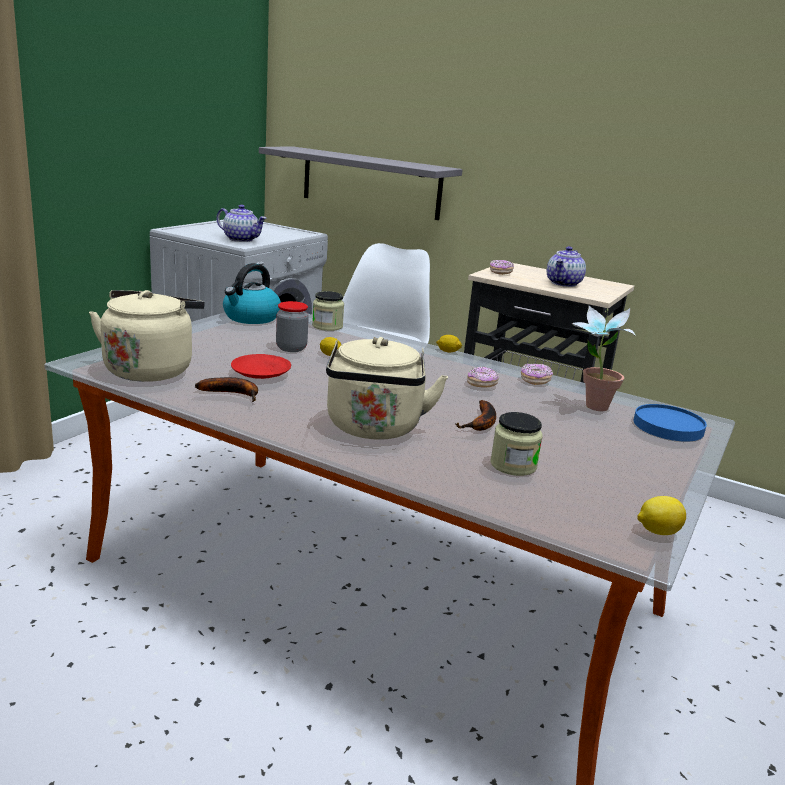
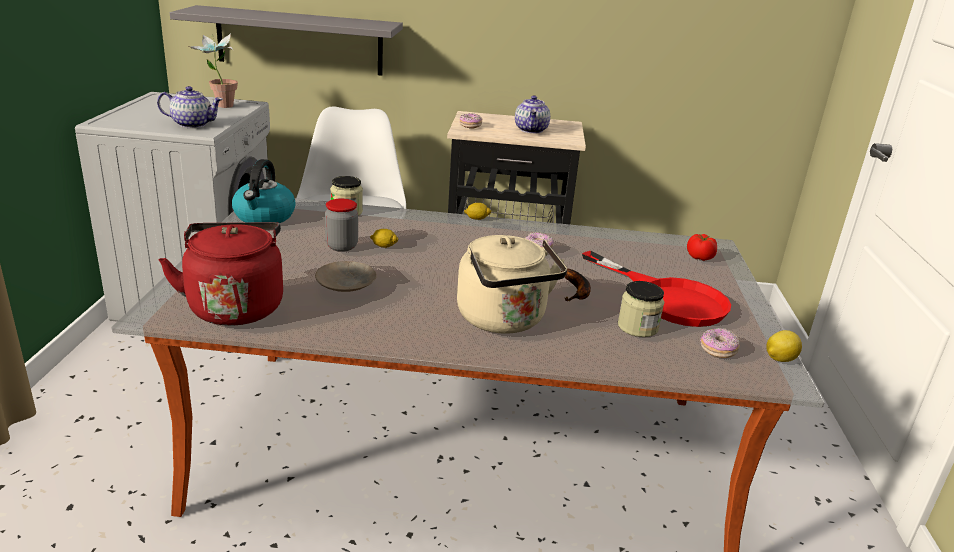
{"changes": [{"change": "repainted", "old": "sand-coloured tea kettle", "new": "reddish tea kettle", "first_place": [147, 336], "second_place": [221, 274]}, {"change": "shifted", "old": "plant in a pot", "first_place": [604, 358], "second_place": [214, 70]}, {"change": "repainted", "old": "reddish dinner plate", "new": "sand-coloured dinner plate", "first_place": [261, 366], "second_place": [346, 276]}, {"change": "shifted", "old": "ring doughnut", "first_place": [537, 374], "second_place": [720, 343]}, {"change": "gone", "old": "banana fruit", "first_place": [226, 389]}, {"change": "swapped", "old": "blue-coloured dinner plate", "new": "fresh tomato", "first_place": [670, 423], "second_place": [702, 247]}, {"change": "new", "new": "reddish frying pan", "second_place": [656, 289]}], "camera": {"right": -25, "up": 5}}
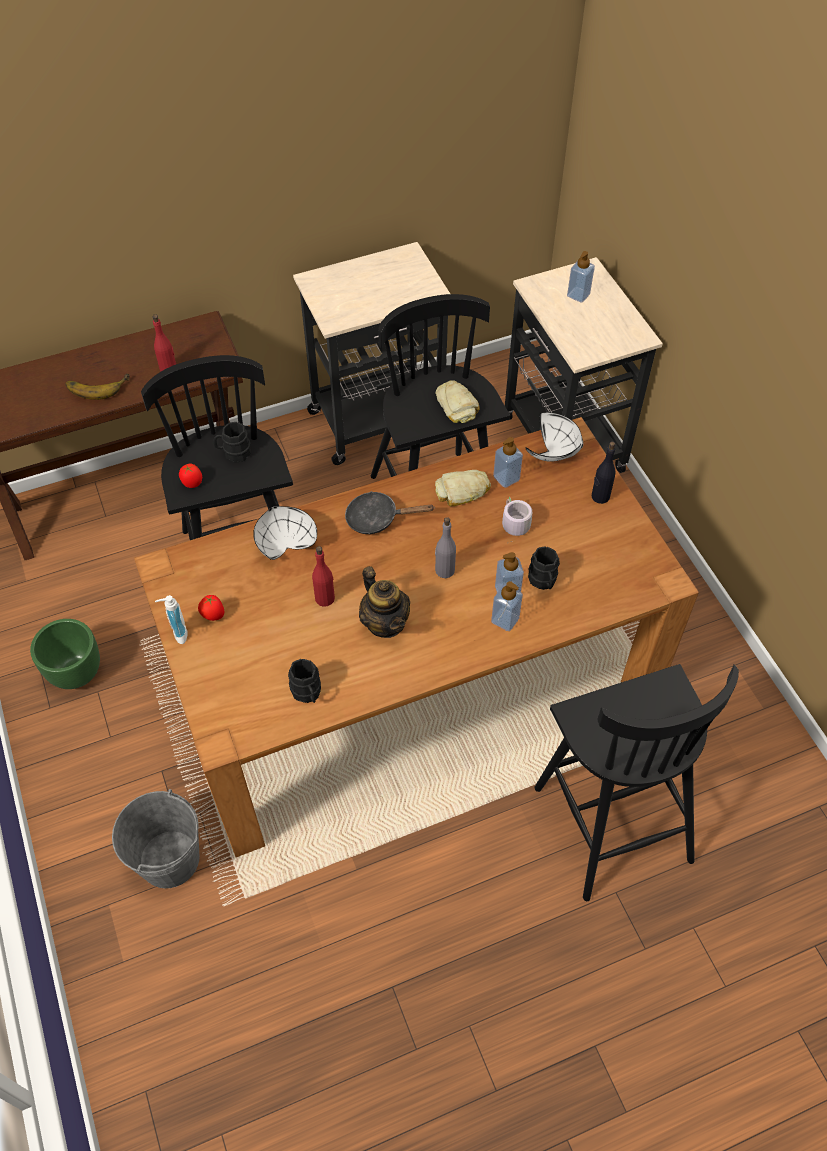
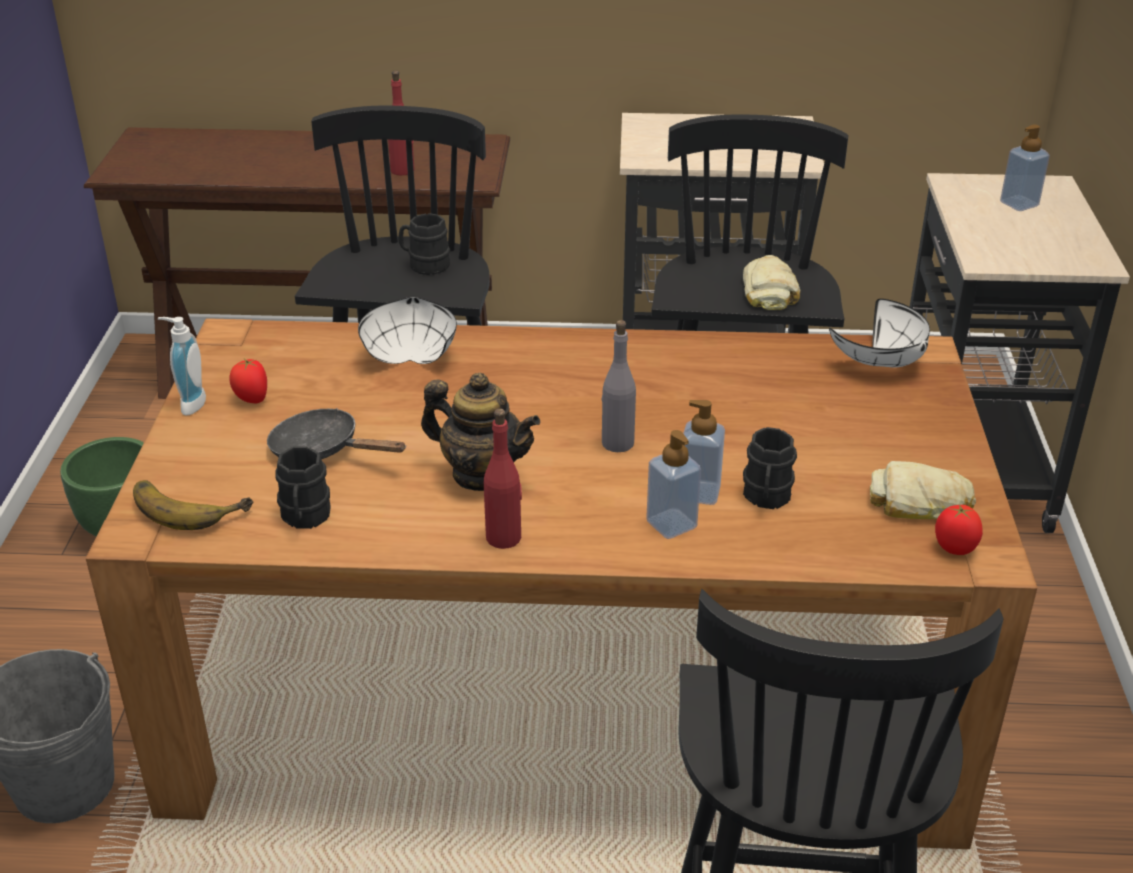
{"changes": [{"change": "shifted", "old": "banana fruit", "first_place": [97, 386], "second_place": [193, 505]}, {"change": "gone", "old": "soap bottle", "first_place": [508, 462]}, {"change": "gone", "old": "black-coloured drink bottle", "first_place": [604, 473]}, {"change": "shifted", "old": "fresh tomato", "first_place": [190, 475], "second_place": [959, 530]}, {"change": "shifted", "old": "bakery bread", "first_place": [463, 488], "second_place": [923, 490]}, {"change": "shifted", "old": "black-coloured frying pan", "first_place": [390, 513], "second_place": [336, 433]}, {"change": "gone", "old": "grey coffee mug", "first_place": [517, 519]}, {"change": "shifted", "old": "reddish drink bottle", "first_place": [323, 576], "second_place": [503, 478]}, {"change": "rotated", "old": "tea pot", "first_place": [384, 602], "second_place": [481, 431], "degrees": -60}], "camera": {"right": 25, "up": -20}}
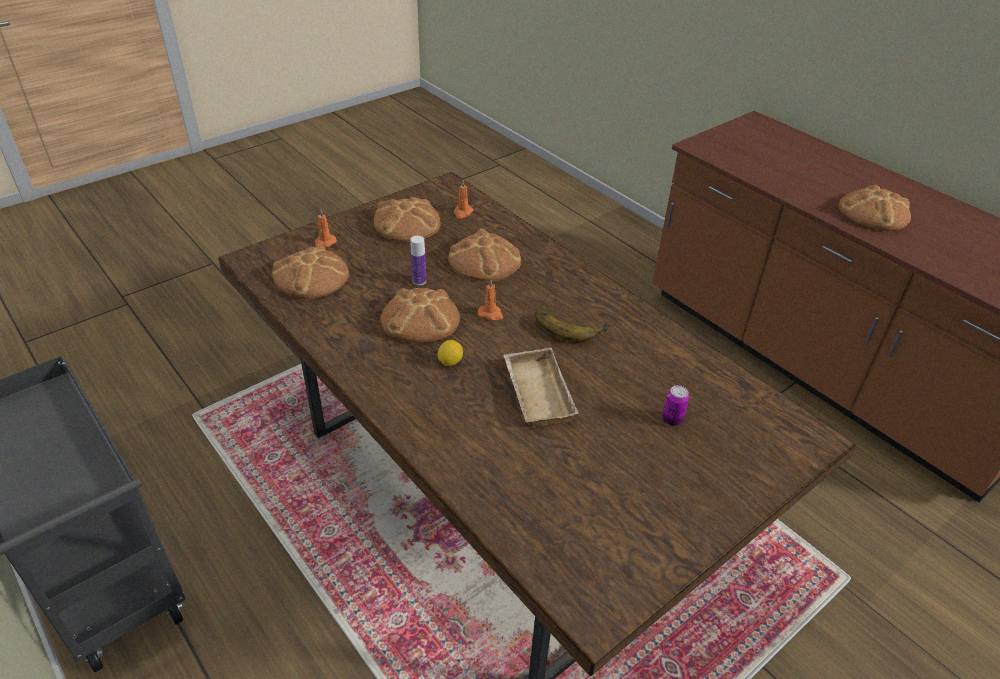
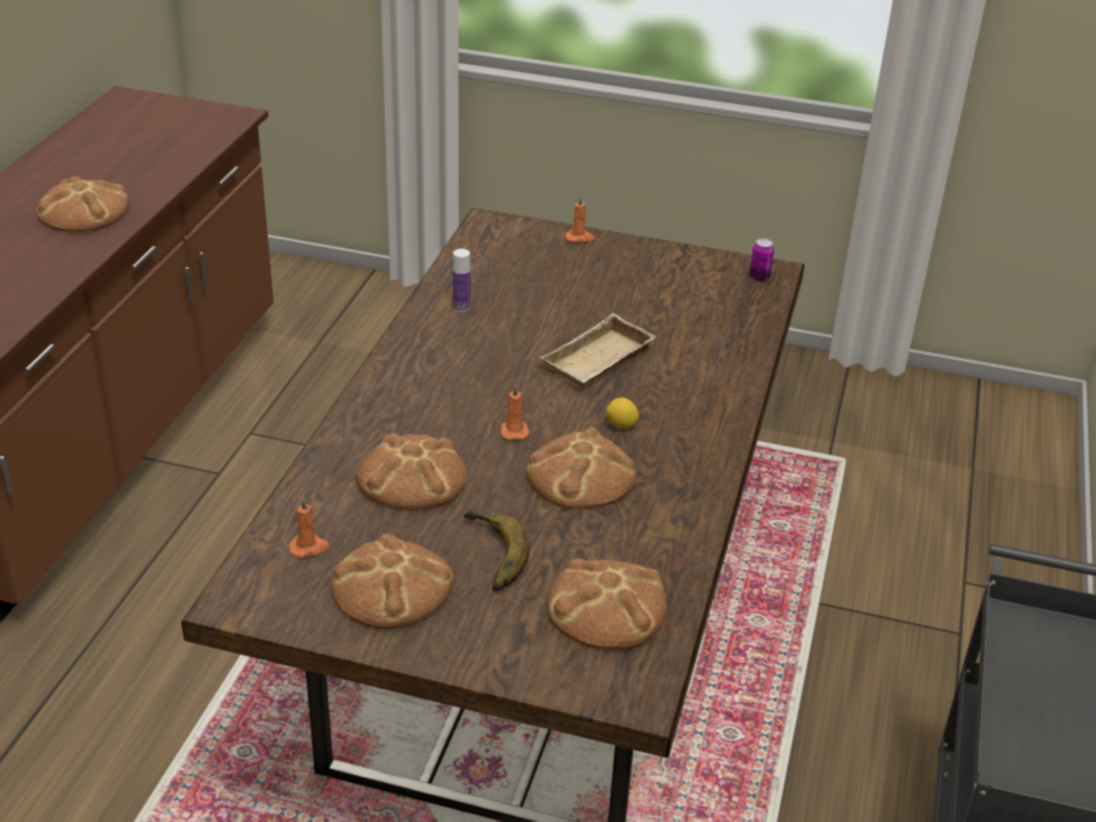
{"changes": [{"change": "shifted", "old": "orange-coloured wax light", "first_place": [326, 229], "second_place": [580, 219]}, {"change": "shifted", "old": "drink bottle", "first_place": [418, 260], "second_place": [461, 280]}, {"change": "shifted", "old": "banana fruit", "first_place": [572, 326], "second_place": [497, 550]}, {"change": "shifted", "old": "sealed can", "first_place": [675, 405], "second_place": [761, 259]}], "camera": {"right": -125, "up": -5}}
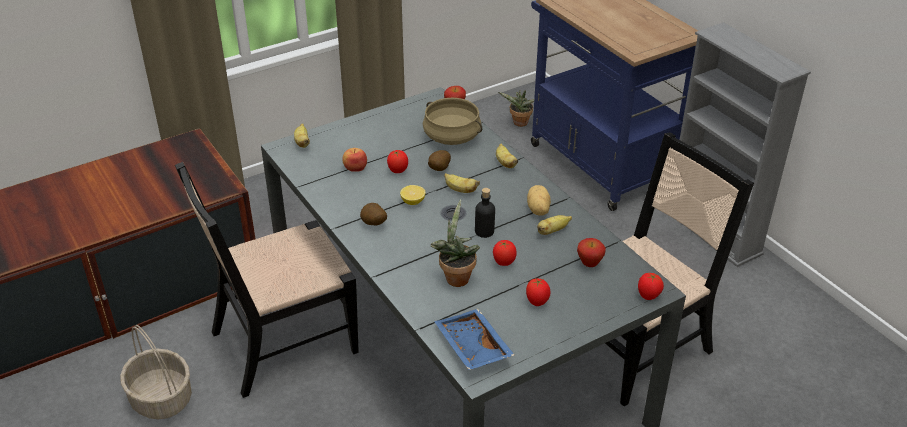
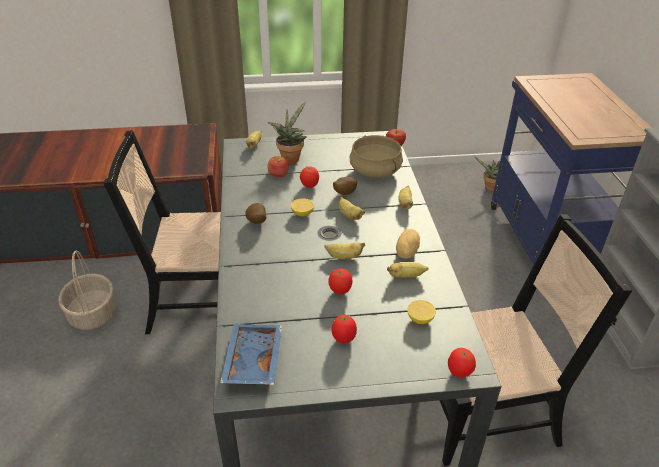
{"changes": [{"change": "swapped", "old": "black-coloured drink bottle", "new": "banana fruit", "first_place": [485, 213], "second_place": [345, 251]}, {"change": "shifted", "old": "plant in a pot", "first_place": [455, 243], "second_place": [287, 132]}, {"change": "swapped", "old": "apple fruit", "new": "whole lemon", "first_place": [591, 252], "second_place": [421, 312]}], "camera": {"right": 25, "up": 0}}
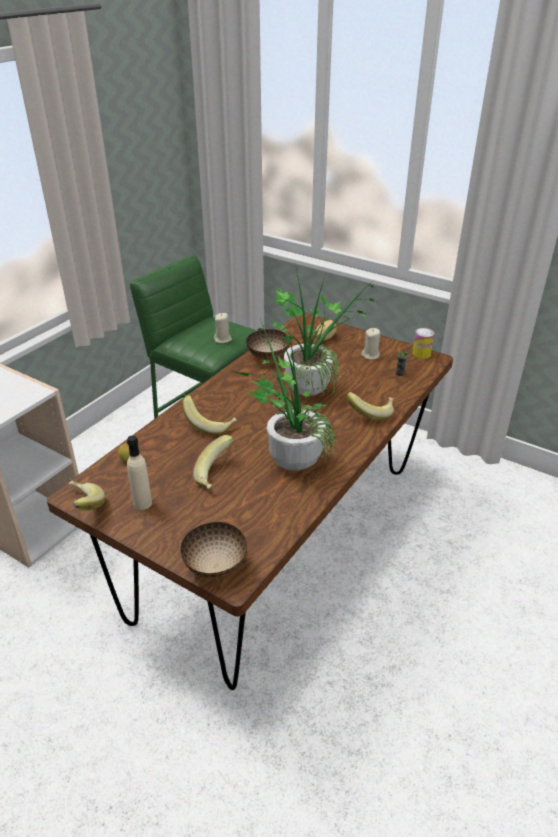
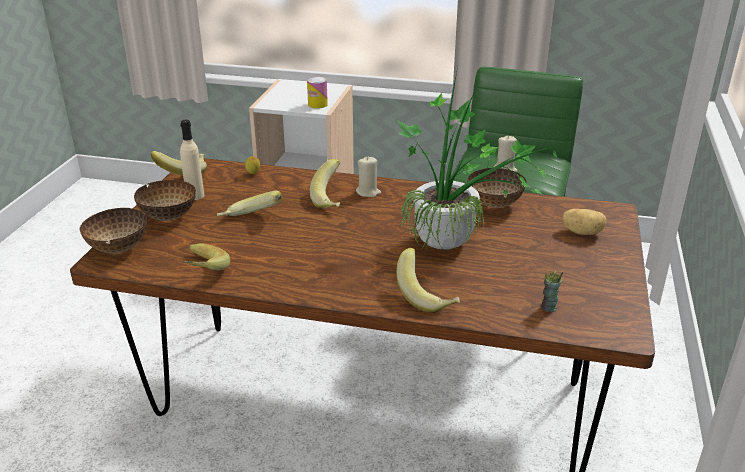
{"changes": [{"change": "gone", "old": "plant in a pot", "first_place": [284, 393]}, {"change": "shifted", "old": "sand-coloured wax light", "first_place": [370, 344], "second_place": [368, 177]}, {"change": "shifted", "old": "sealed can", "first_place": [423, 343], "second_place": [317, 93]}, {"change": "new", "new": "deep dish", "second_place": [165, 200]}, {"change": "new", "new": "banana fruit", "second_place": [206, 256]}], "camera": {"right": 70, "up": -5}}
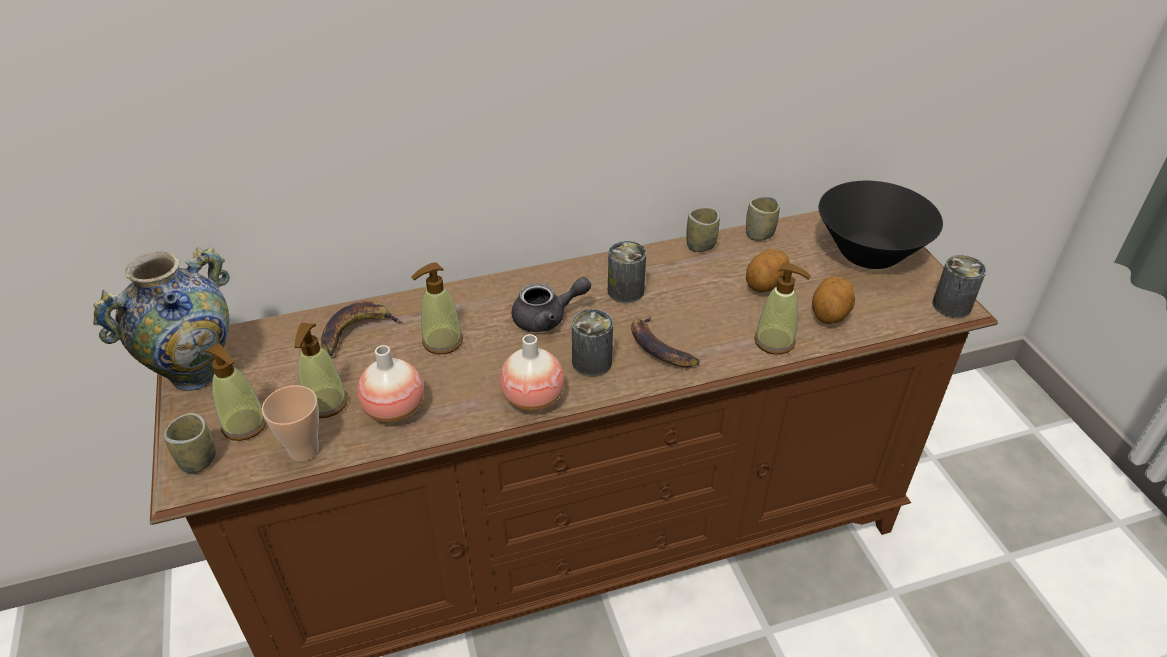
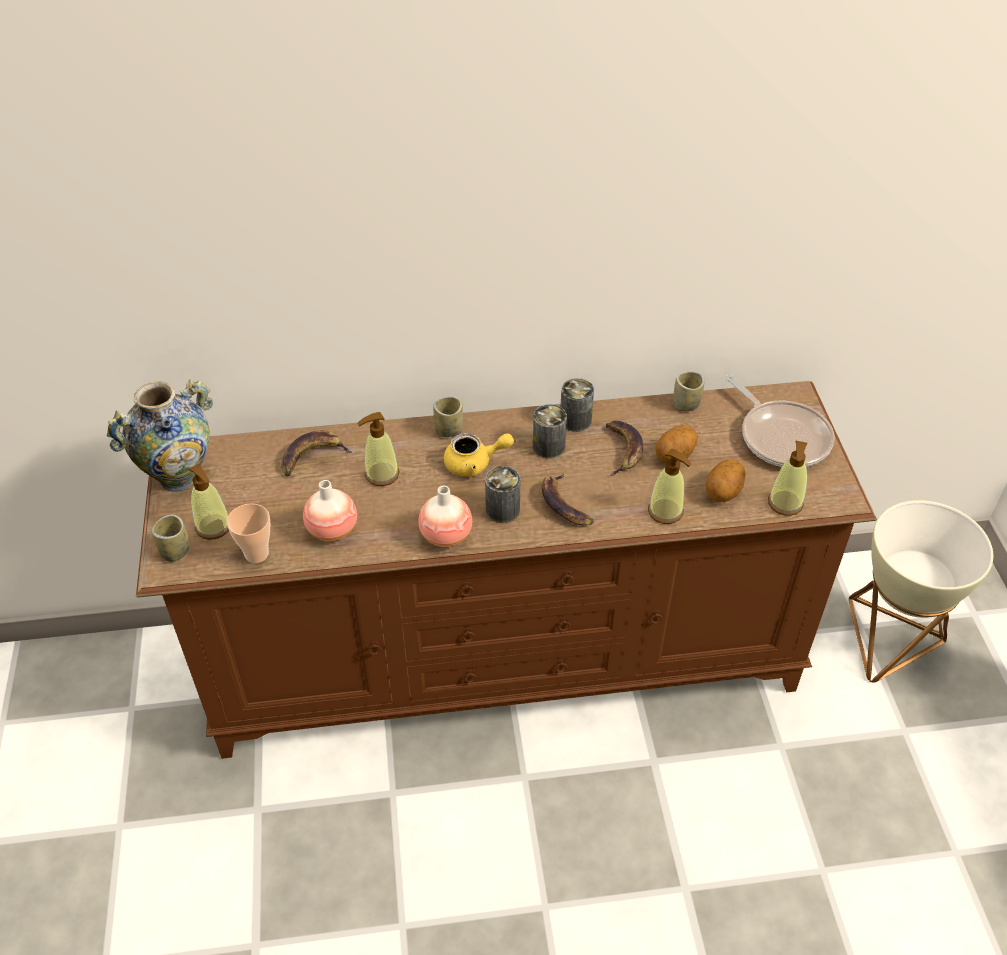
{"changes": [{"change": "swapped", "old": "black-coloured deep dish", "new": "frying pan", "first_place": [881, 225], "second_place": [780, 421]}, {"change": "shifted", "old": "small cup", "first_place": [703, 229], "second_place": [448, 417]}, {"change": "shifted", "old": "sealed can", "first_place": [959, 286], "second_place": [577, 405]}, {"change": "repainted", "old": "grey tea pot", "new": "yellow tea pot", "first_place": [551, 304], "second_place": [479, 455]}, {"change": "shifted", "old": "soap bottle", "first_place": [321, 370], "second_place": [787, 478]}, {"change": "new", "new": "banana fruit", "second_place": [624, 448]}, {"change": "new", "new": "planter", "second_place": [921, 591]}], "camera": {"right": 10, "up": 5}}
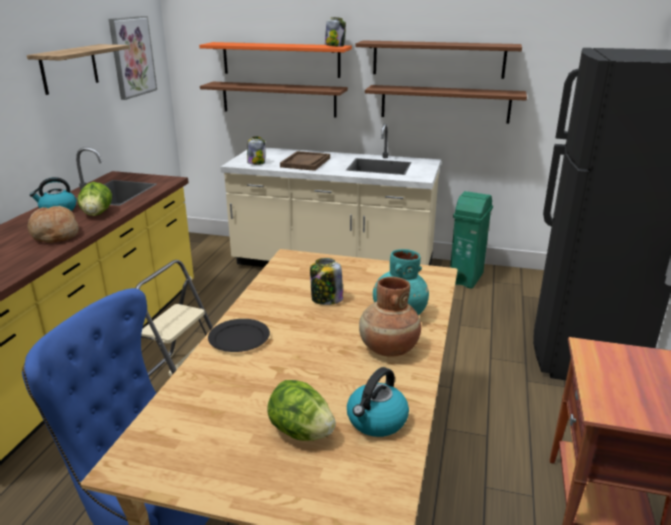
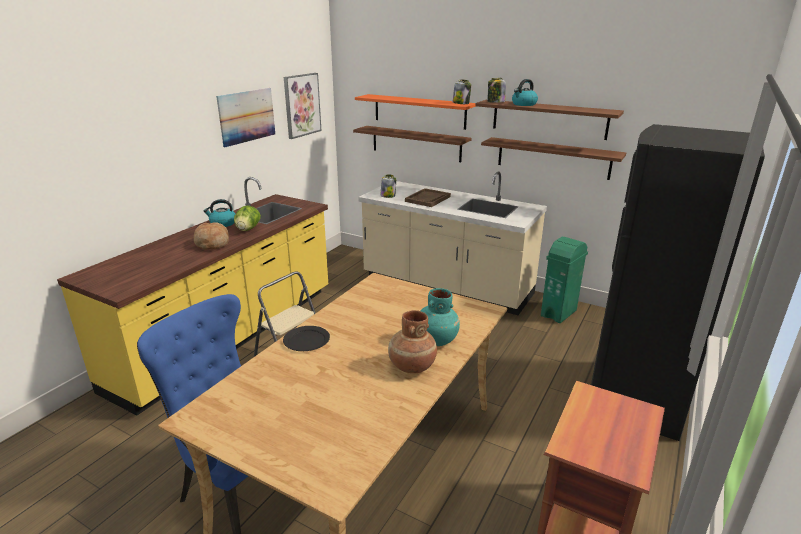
{"changes": [{"change": "swapped", "old": "shelf", "new": "wall art", "first_place": [78, 69], "second_place": [245, 117]}, {"change": "shifted", "old": "jar", "first_place": [326, 281], "second_place": [496, 90]}, {"change": "shifted", "old": "tea kettle", "first_place": [378, 402], "second_place": [525, 92]}, {"change": "gone", "old": "head of lettuce", "first_place": [301, 410]}], "camera": {"right": 15, "up": 0}}
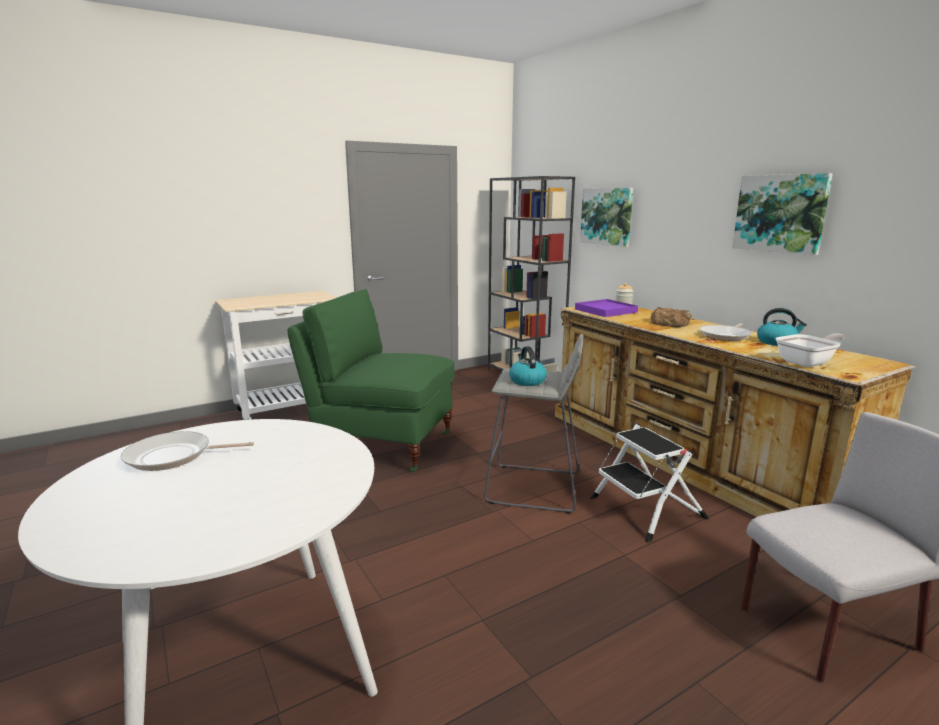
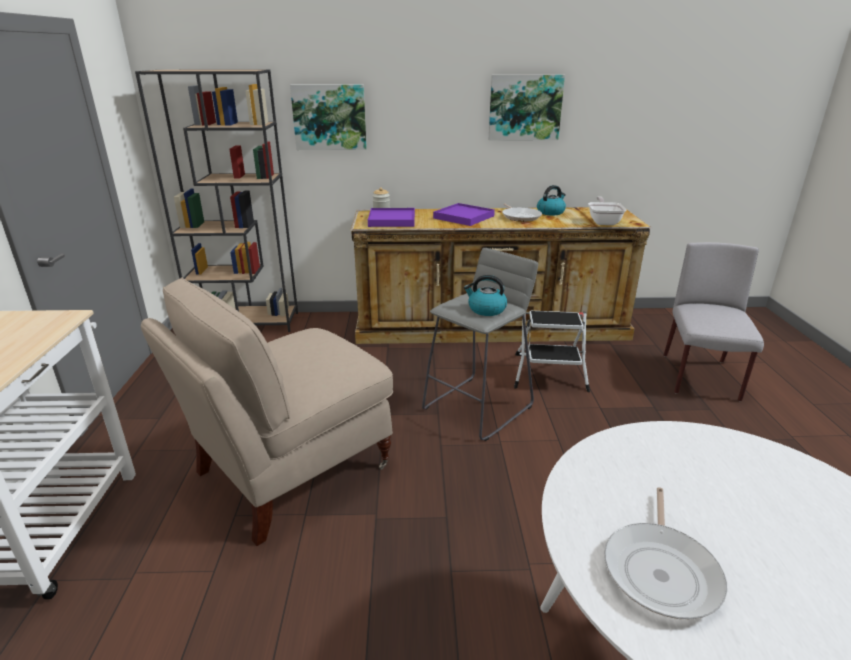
{"changes": [{"change": "repainted", "old": "green plain chair", "new": "sand-coloured plain chair", "first_place": [371, 381], "second_place": [267, 411]}, {"change": "swapped", "old": "bakery bread", "new": "purple-coloured tray", "first_place": [671, 317], "second_place": [464, 214]}], "camera": {"right": -60, "up": 10}}
